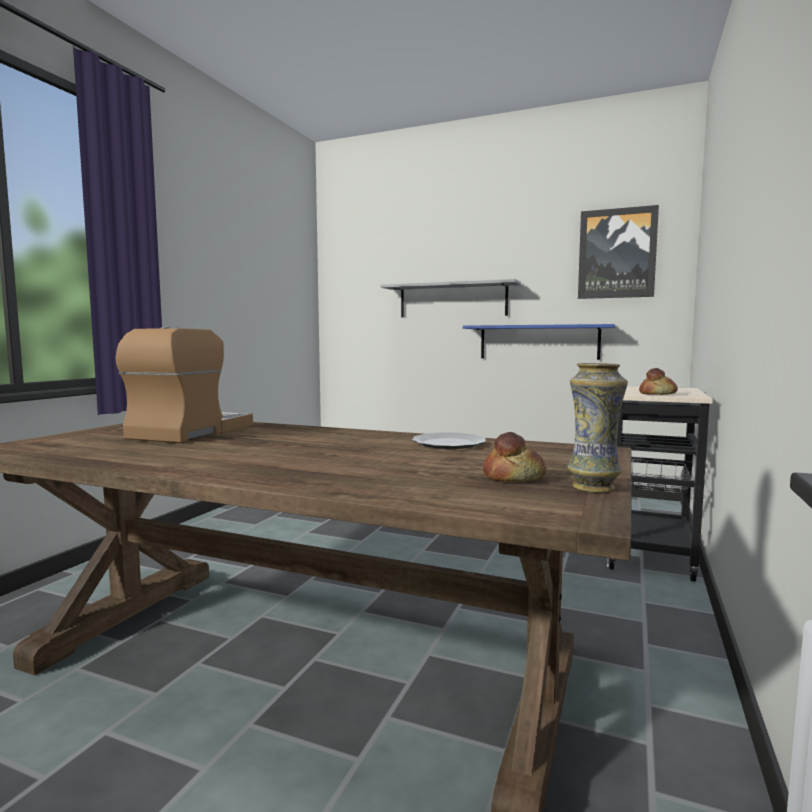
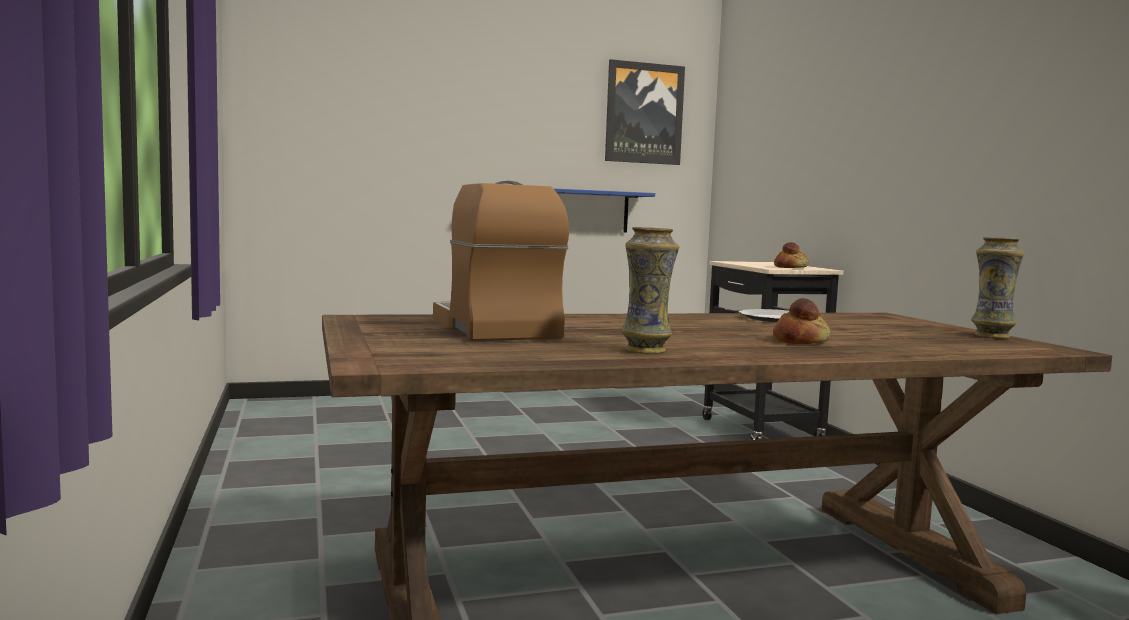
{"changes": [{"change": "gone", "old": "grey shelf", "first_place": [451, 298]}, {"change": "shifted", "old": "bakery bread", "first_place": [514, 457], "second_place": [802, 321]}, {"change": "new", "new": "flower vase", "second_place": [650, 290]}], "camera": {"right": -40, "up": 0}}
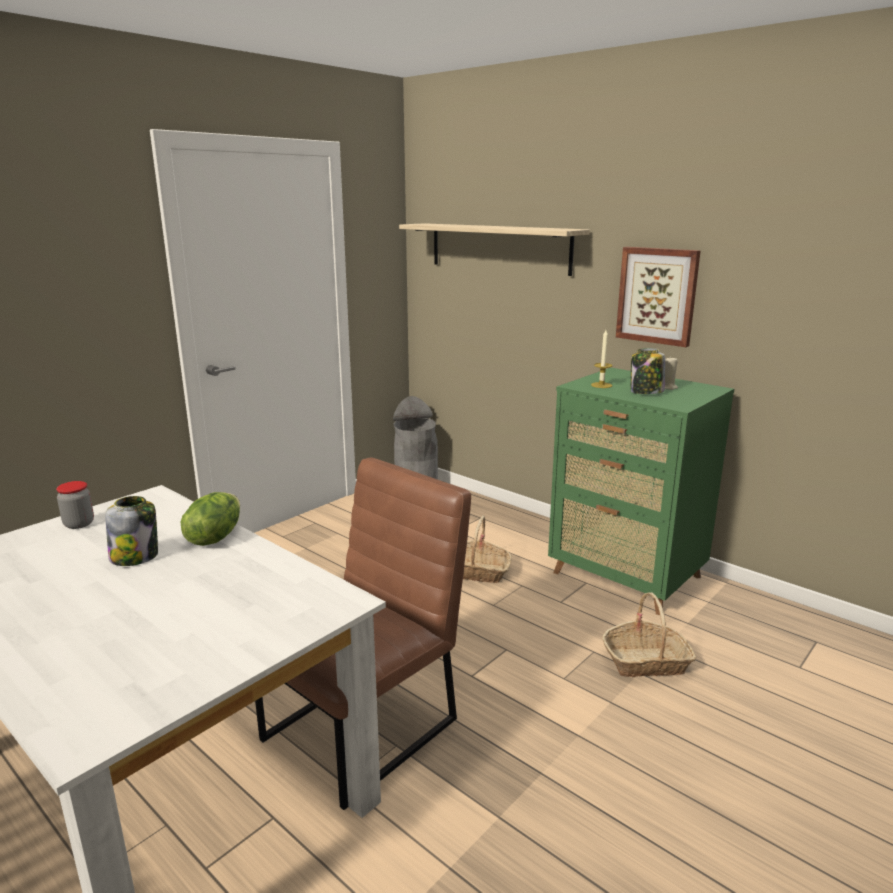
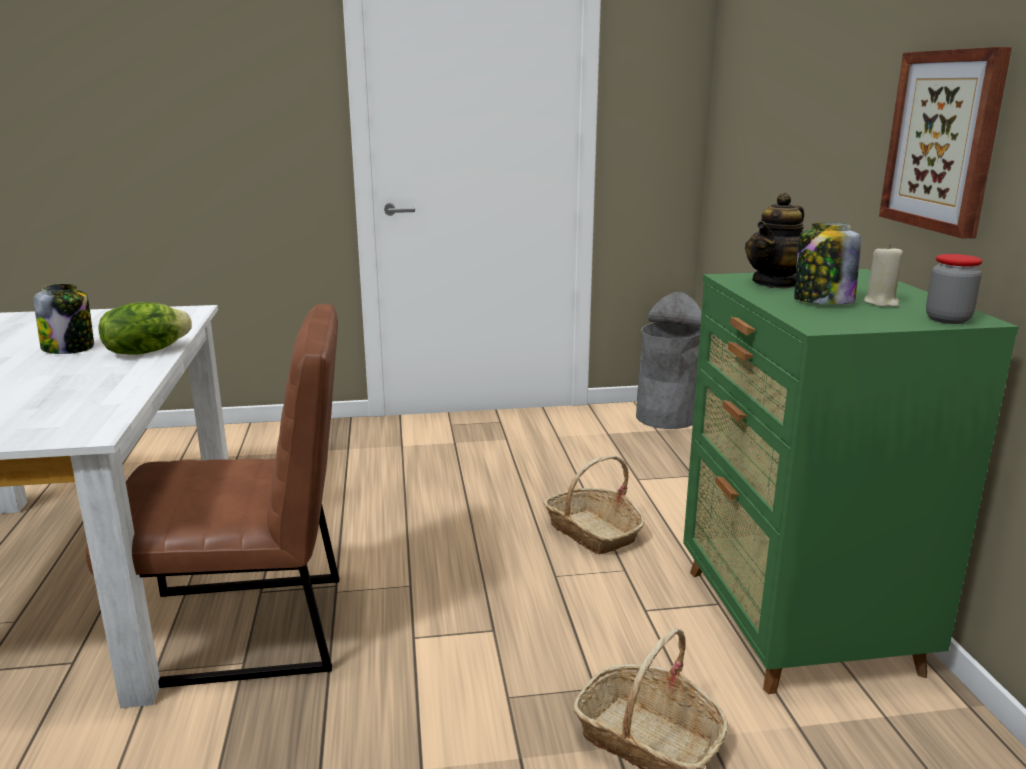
{"changes": [{"change": "gone", "old": "shelf", "first_place": [494, 249]}, {"change": "swapped", "old": "wax light", "new": "tea pot", "first_place": [601, 359], "second_place": [774, 240]}, {"change": "shifted", "old": "jar", "first_place": [75, 505], "second_place": [954, 289]}], "camera": {"right": 40, "up": 0}}
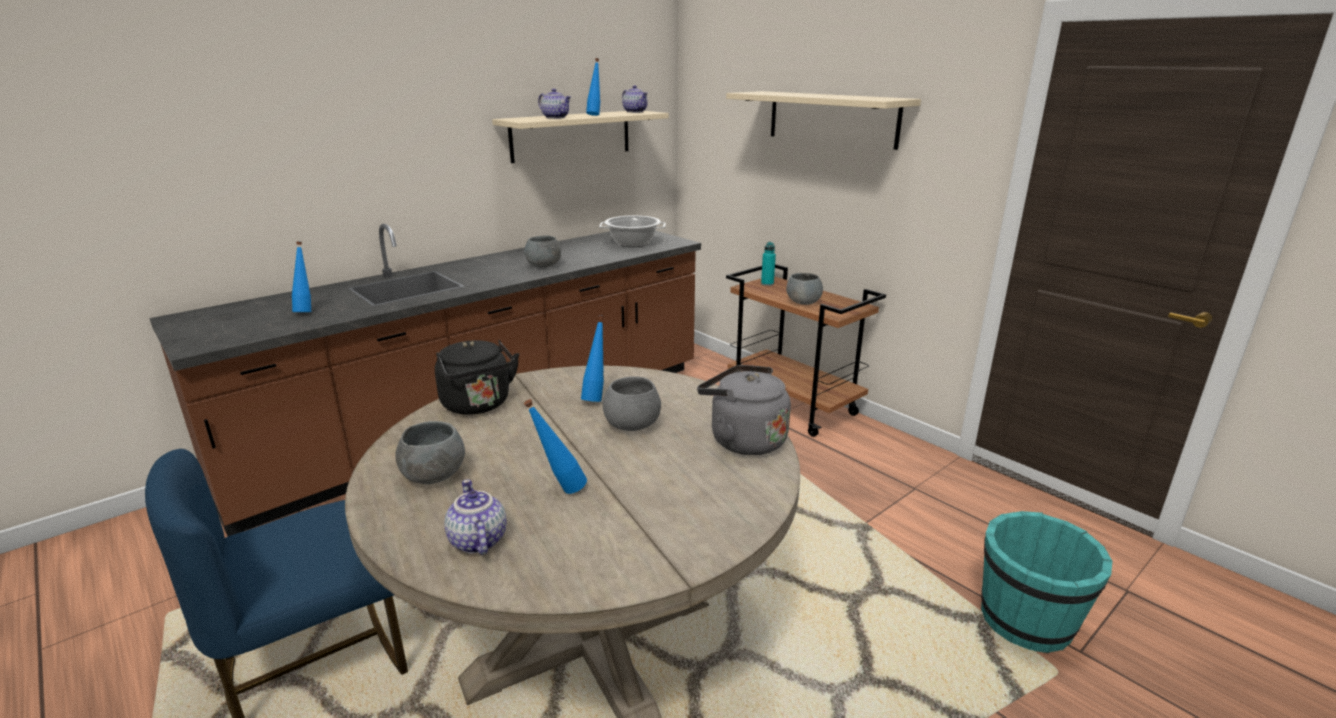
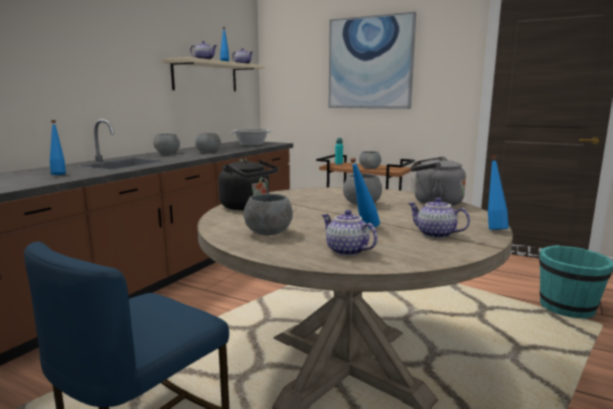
{"changes": [{"change": "swapped", "old": "sand-coloured shelf", "new": "wall art", "first_place": [823, 120], "second_place": [372, 60]}, {"change": "shifted", "old": "blue-coloured drink bottle", "first_place": [592, 358], "second_place": [498, 192]}, {"change": "new", "new": "grey deep dish", "second_place": [167, 144]}, {"change": "new", "new": "tea pot", "second_place": [439, 217]}], "camera": {"right": -20, "up": -10}}
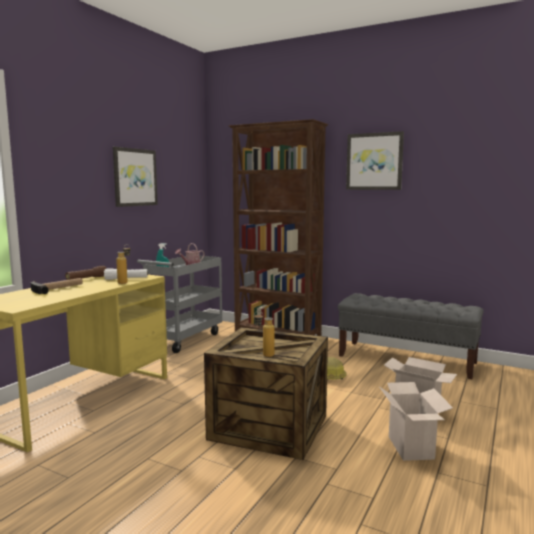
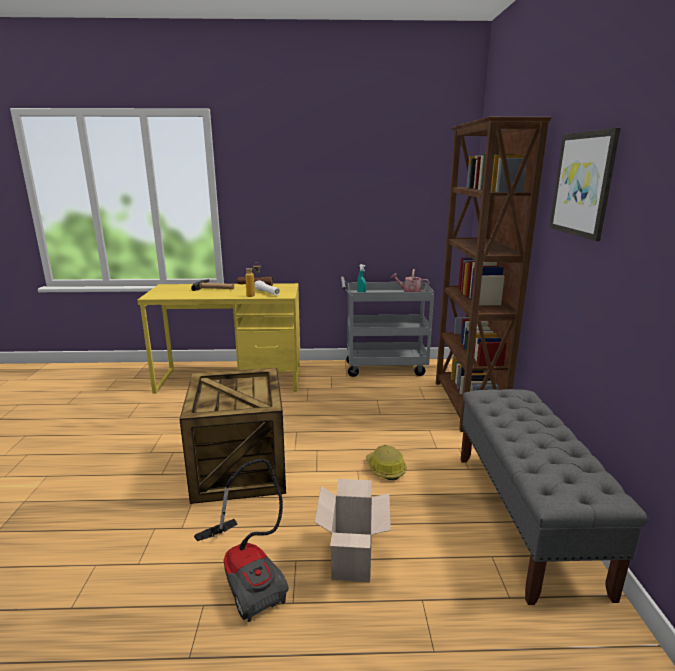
{"changes": [{"change": "gone", "old": "wall art", "first_place": [135, 177]}, {"change": "gone", "old": "drink bottle", "first_place": [264, 334]}, {"change": "swapped", "old": "carton", "new": "vacuum", "first_place": [416, 421], "second_place": [241, 540]}], "camera": {"right": 60, "up": 10}}
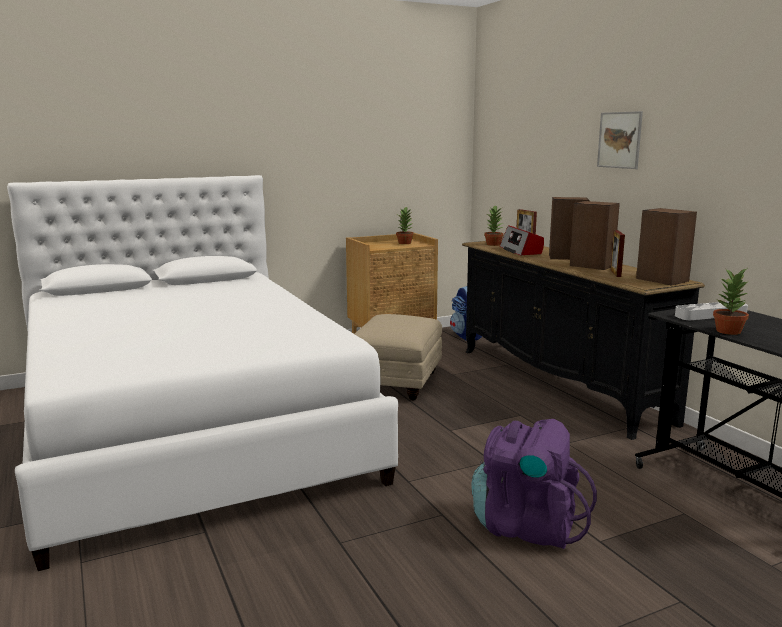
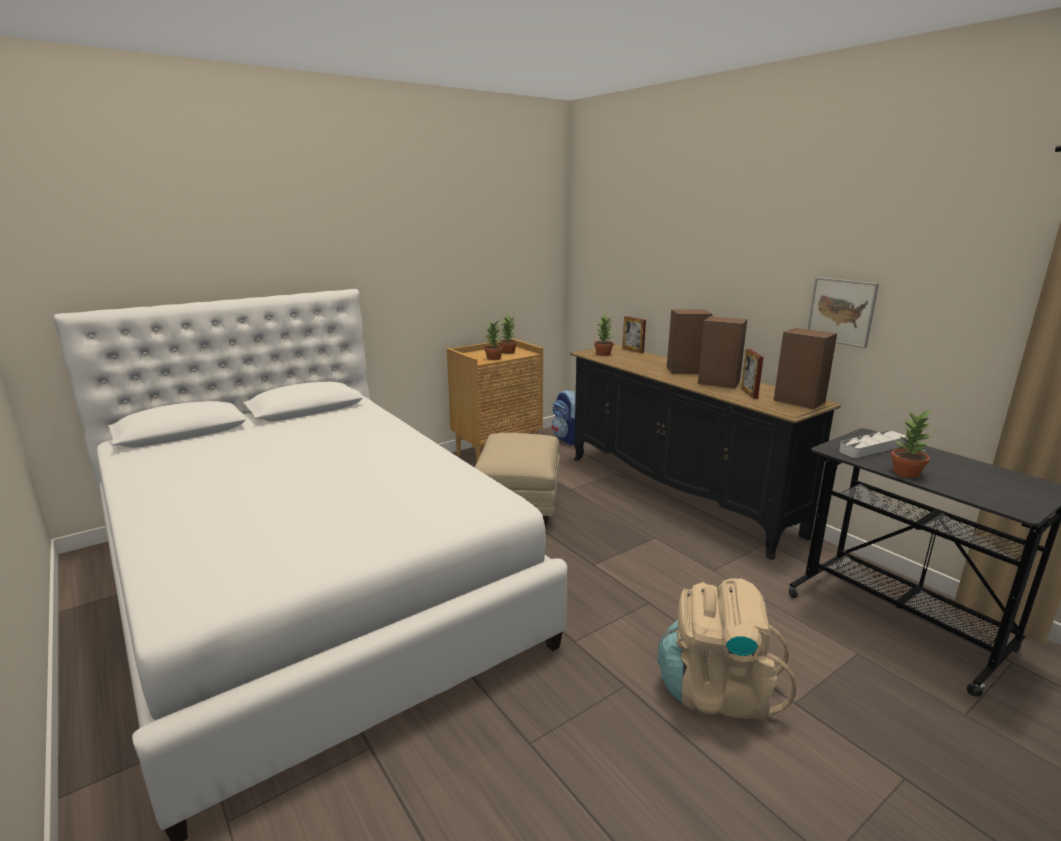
{"changes": [{"change": "shifted", "old": "wall art", "first_place": [620, 140], "second_place": [843, 312]}, {"change": "gone", "old": "radio receiver", "first_place": [522, 240]}, {"change": "repainted", "old": "purple-coloured knapsack", "new": "sand-coloured knapsack", "first_place": [534, 484], "second_place": [727, 649]}, {"change": "new", "new": "plant in a pot", "second_place": [493, 340]}], "camera": {"right": -10, "up": 5}}
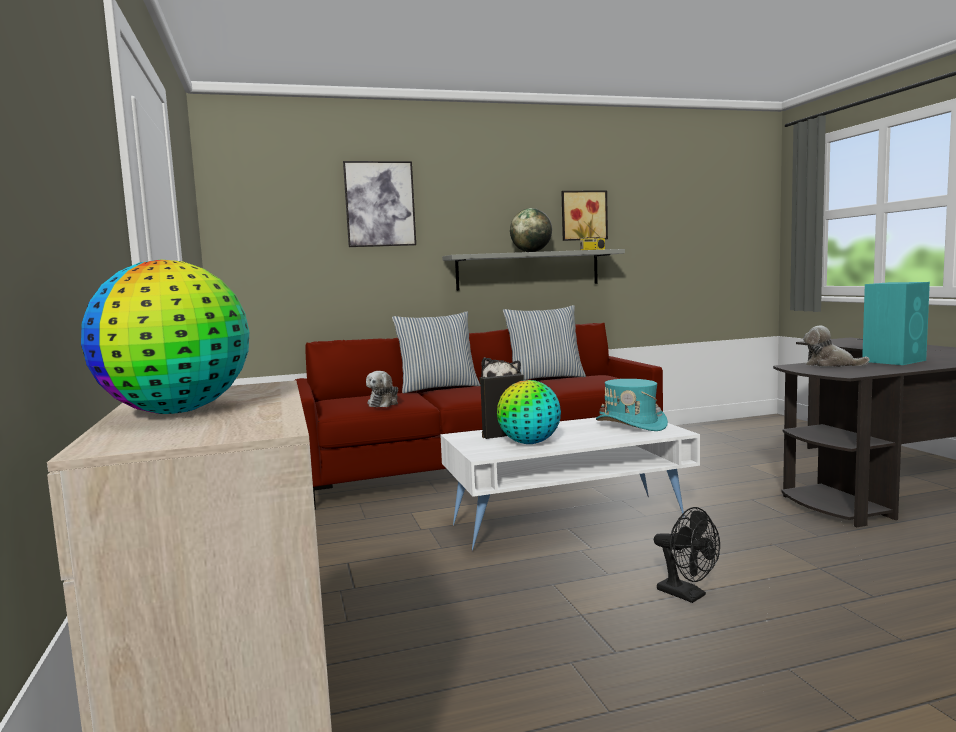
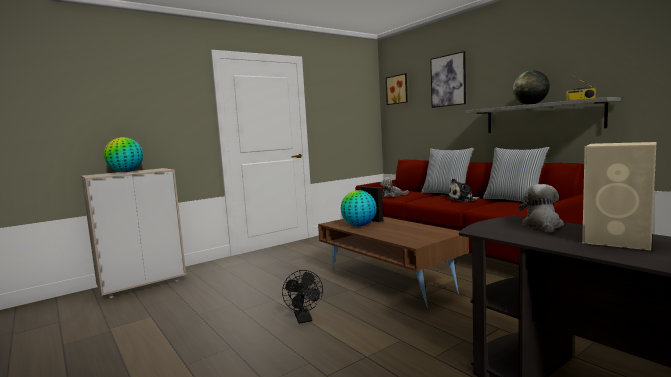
{"changes": [{"change": "shifted", "old": "wall art", "first_place": [584, 215], "second_place": [397, 89]}, {"change": "repainted", "old": "turquoise-coloured loudspeaker", "new": "sand-coloured loudspeaker", "first_place": [896, 323], "second_place": [619, 196]}, {"change": "gone", "old": "turquoise-coloured wearable hat", "first_place": [632, 405]}, {"change": "repainted", "old": "white coffee table", "new": "brown-coloured coffee table", "first_place": [570, 484], "second_place": [393, 263]}, {"change": "rotated", "old": "black-coloured fan", "first_place": [687, 555], "second_place": [302, 296], "degrees": -45}], "camera": {"right": 70, "up": 0}}
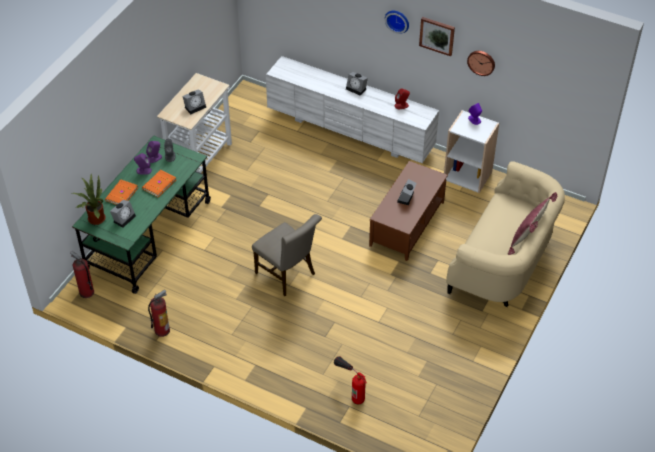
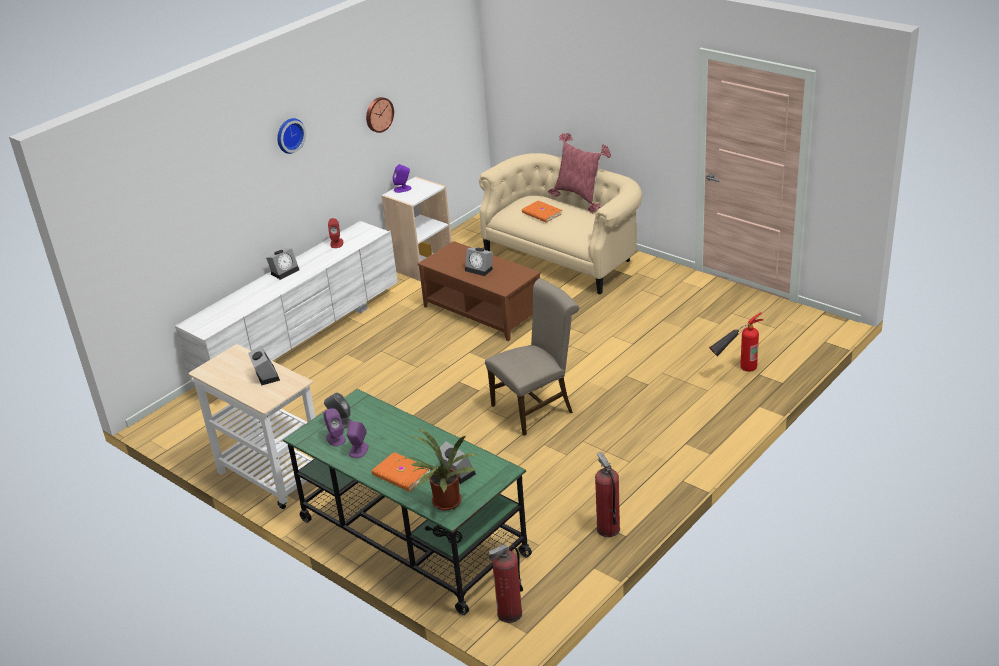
{"changes": [{"change": "gone", "old": "wall art", "first_place": [437, 36]}, {"change": "shifted", "old": "orange-coloured volume", "first_place": [159, 183], "second_place": [542, 212]}], "camera": {"right": -75, "up": -15}}
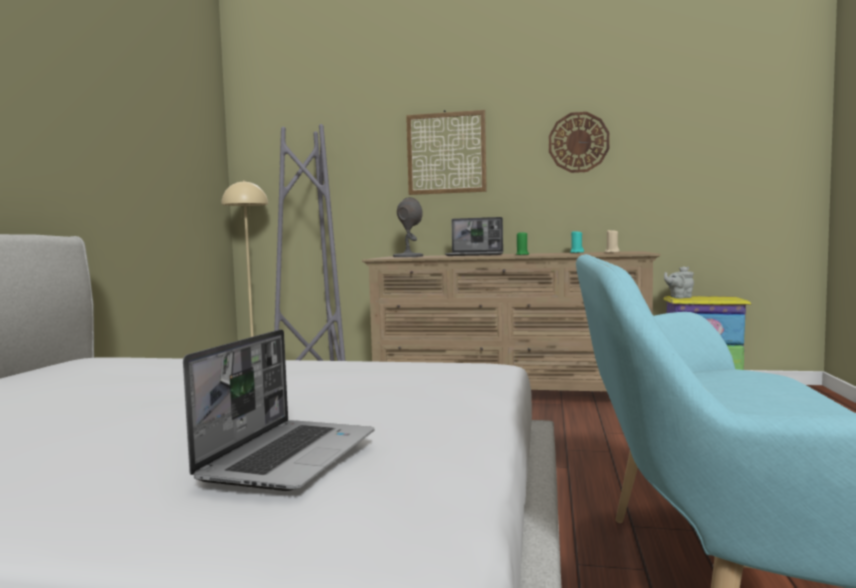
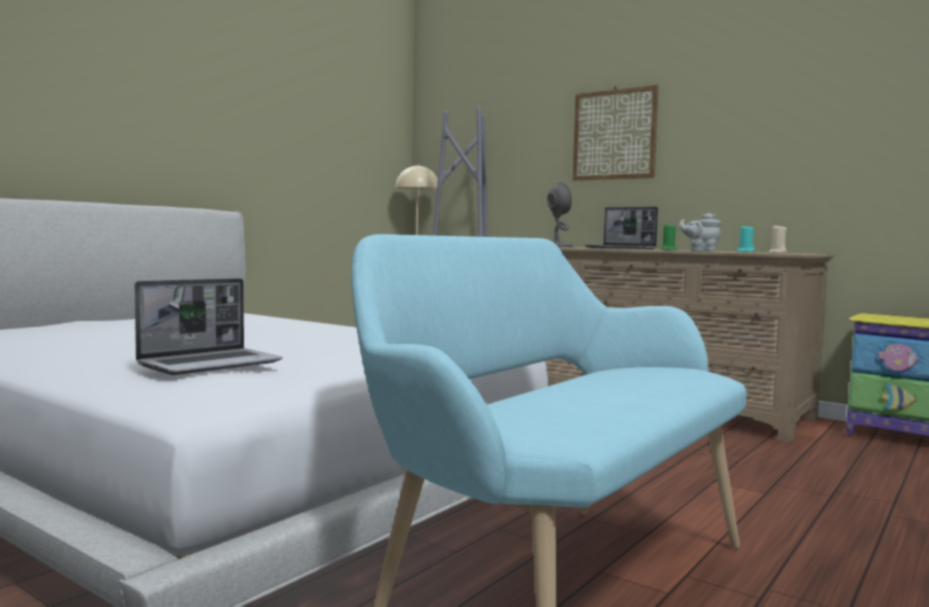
{"changes": [{"change": "gone", "old": "clock on the wall", "first_place": [579, 142]}, {"change": "shifted", "old": "grey tea pot", "first_place": [679, 282], "second_place": [700, 232]}], "camera": {"right": 25, "up": 0}}
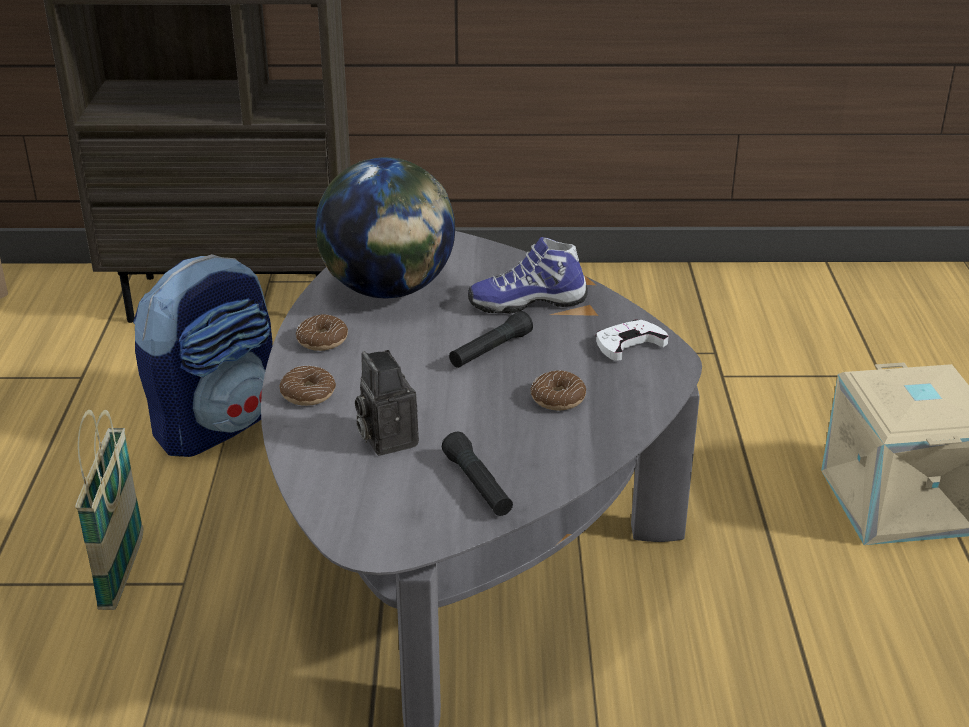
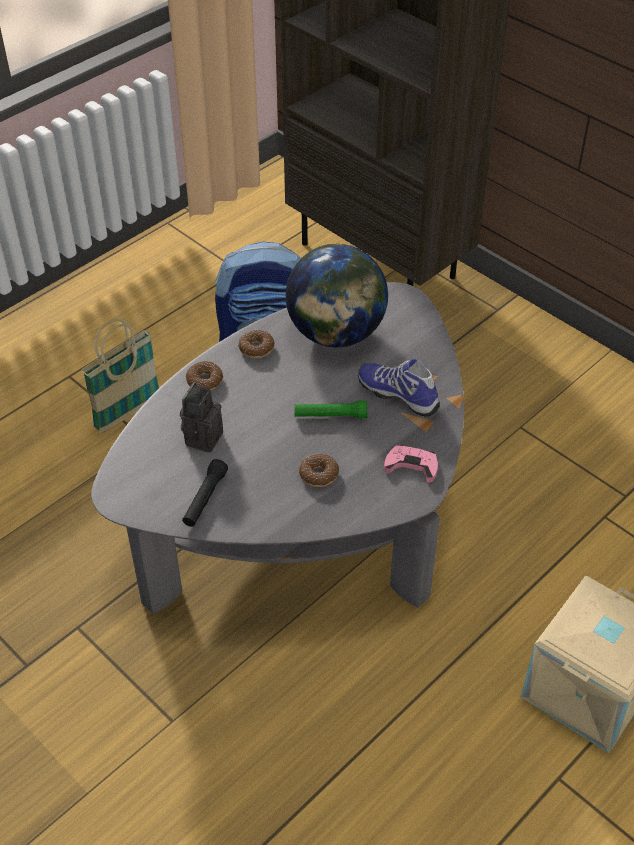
{"changes": [{"change": "repainted", "old": "black-coloured flashlight", "new": "green flashlight", "first_place": [491, 339], "second_place": [331, 409]}, {"change": "repainted", "old": "white game controller", "new": "pink-coloured game controller", "first_place": [632, 340], "second_place": [411, 463]}], "camera": {"right": 45, "up": 15}}
